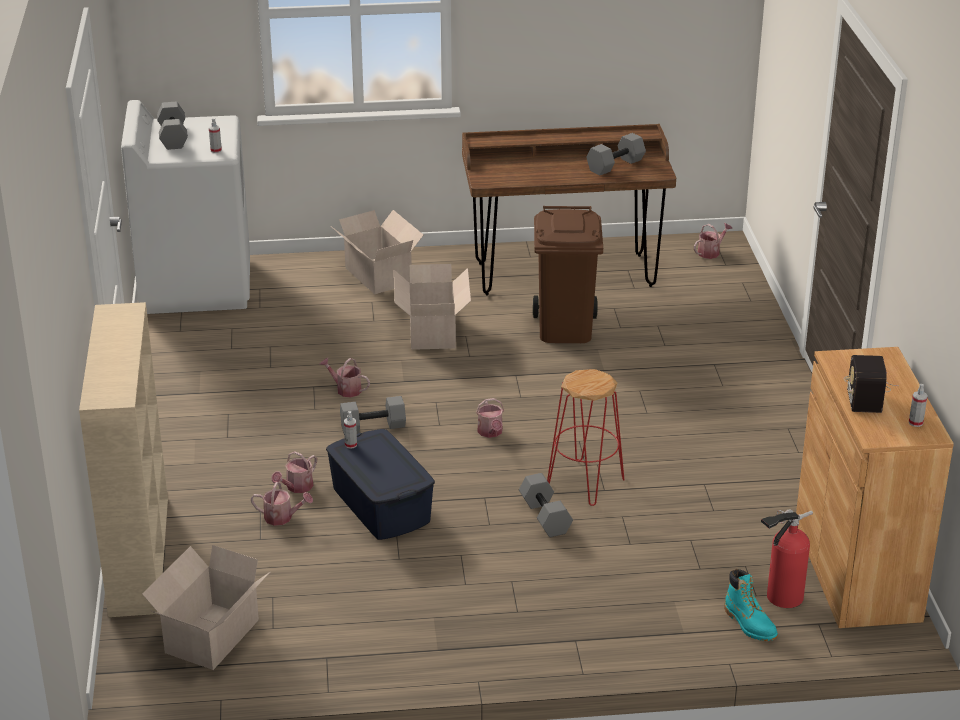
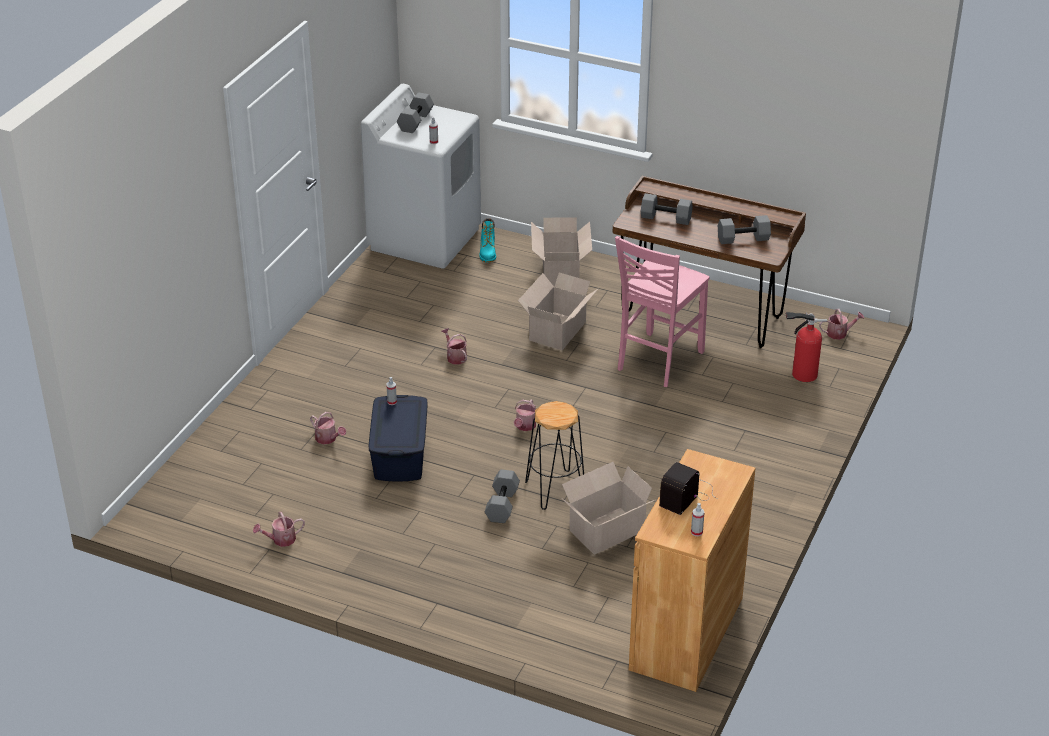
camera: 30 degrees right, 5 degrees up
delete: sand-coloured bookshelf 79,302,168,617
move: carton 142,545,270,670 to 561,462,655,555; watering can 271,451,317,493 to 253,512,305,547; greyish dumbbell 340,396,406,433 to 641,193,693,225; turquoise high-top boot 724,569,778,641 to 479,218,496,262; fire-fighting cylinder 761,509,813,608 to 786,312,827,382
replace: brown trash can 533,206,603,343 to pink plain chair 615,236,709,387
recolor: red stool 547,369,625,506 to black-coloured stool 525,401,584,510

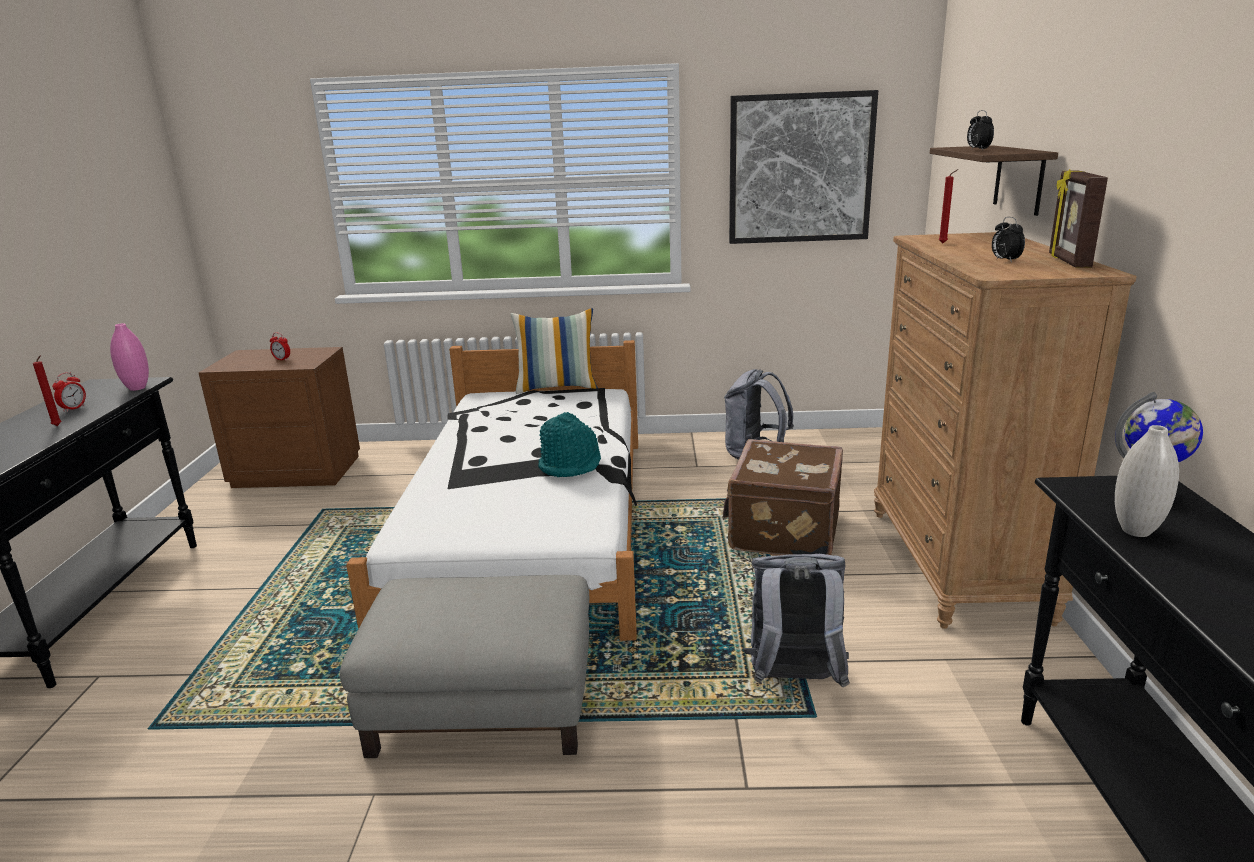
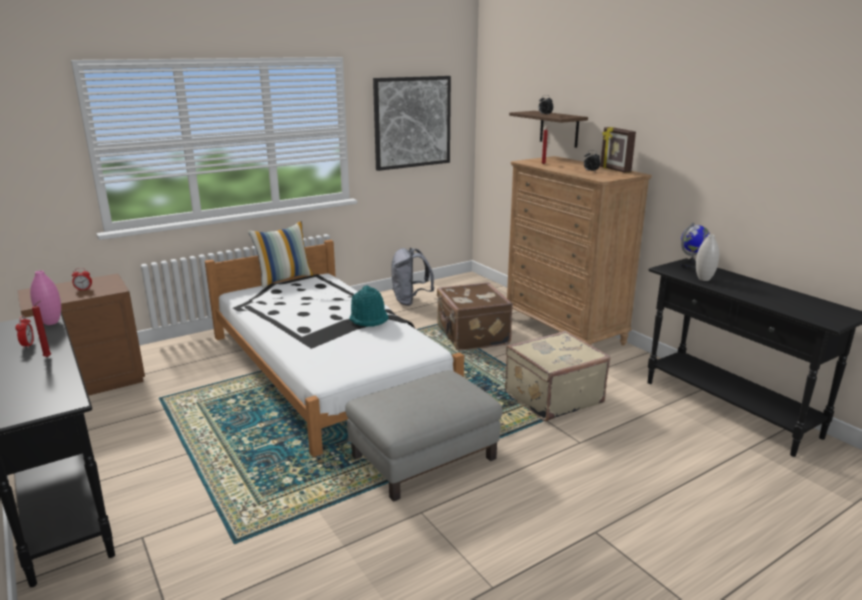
camera: 35 degrees left, 0 degrees up
replace: greyish backpack 743,554,850,687 to sand-coloured piece of luggage 505,331,611,421

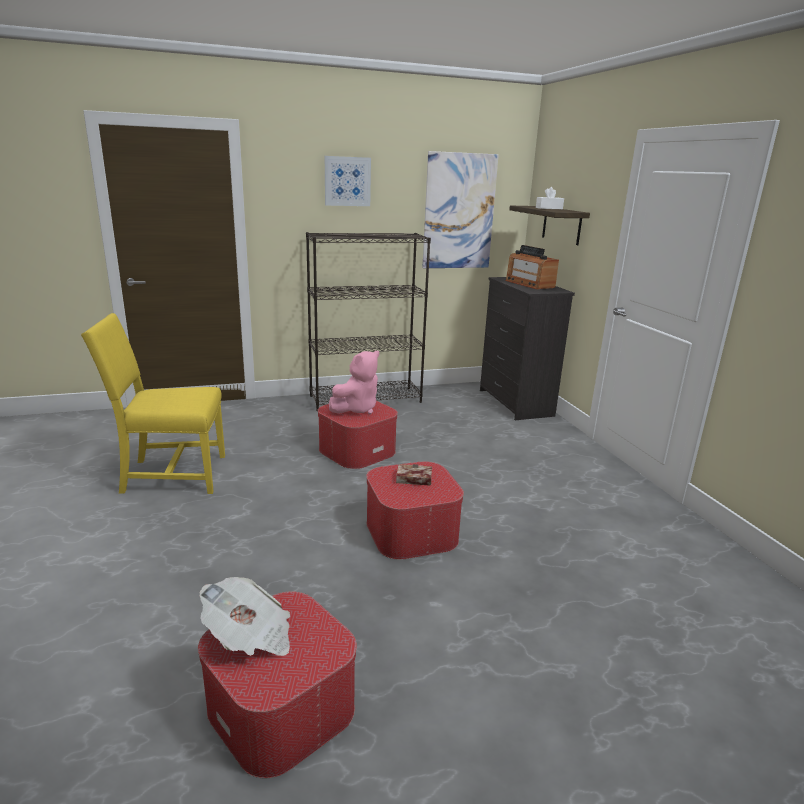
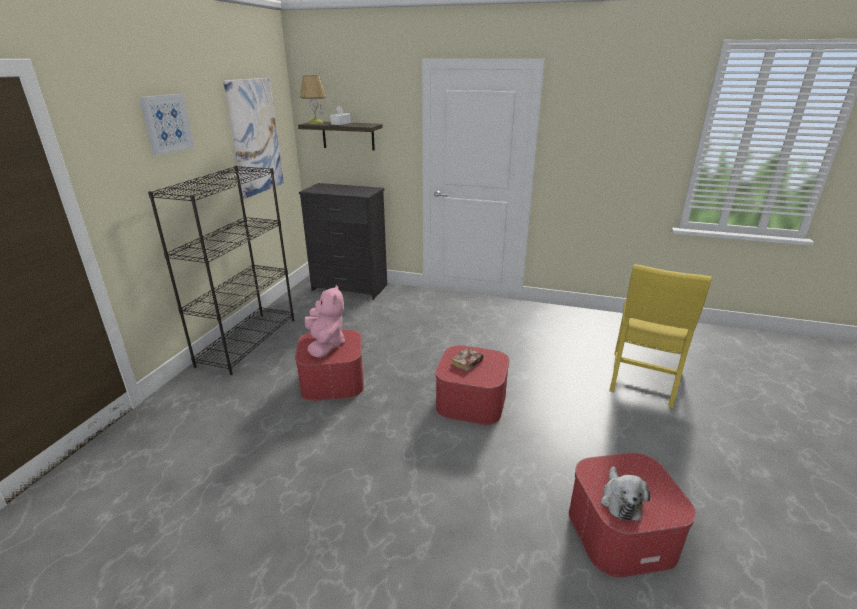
camera: 55 degrees left, 5 degrees up
delete: radio receiver 506,245,559,289
insert: table lamp 300,75,327,124
move: yellow-coloured plain chair 81,313,225,494 to 609,264,712,408
replace: daily paper 200,577,290,656 to cuddly toy 601,466,650,521

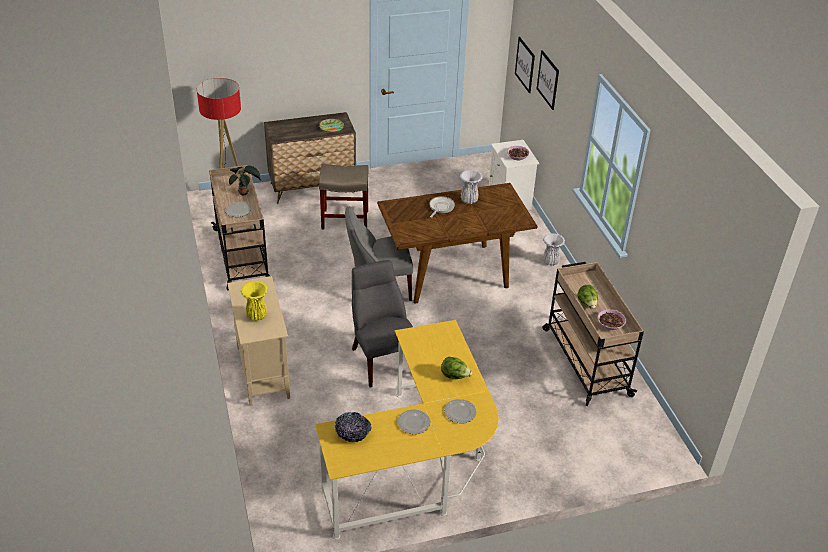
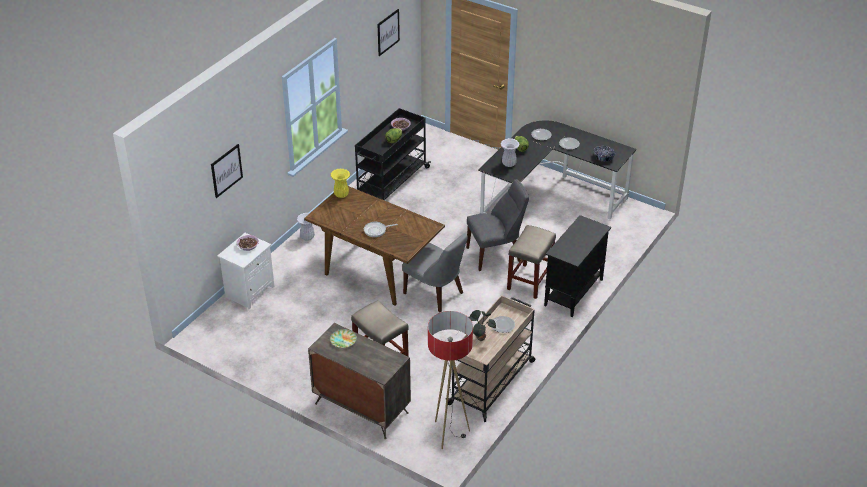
camera: 130 degrees left, 0 degrees up
insert: sand-coloured stool 507,225,556,299
move: yellow-coloured flower vase 241,281,268,321 to 330,168,350,198; white-coloured flower vase 460,170,483,204 to 501,138,520,167; picture 515,37,535,93 to 378,9,400,56
recolor: sand-coloured cupboard 227,276,290,406 to black-coloured cupboard 544,215,611,317; yellow-coloured desk unit 315,320,499,540 to black-coloured desk unit 478,120,637,220; sand-coloured cart 542,262,644,406 to black-coloured cart 355,108,431,200
rotate: greyish plain chair 352,260,413,387 = 466,179,529,271 135 degrees counterclockwise

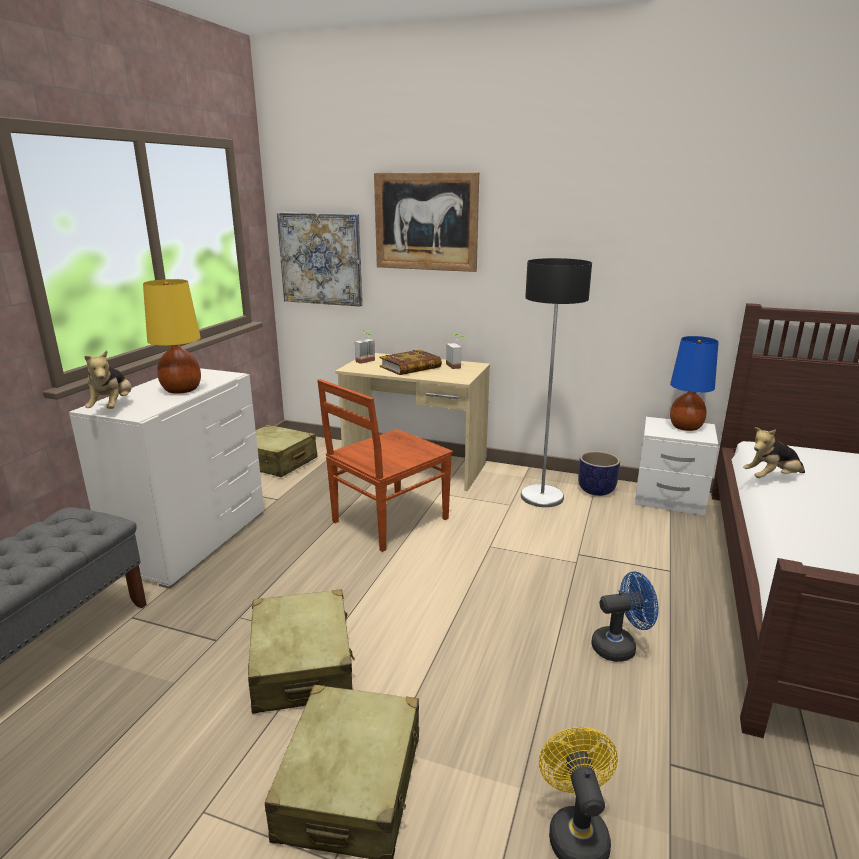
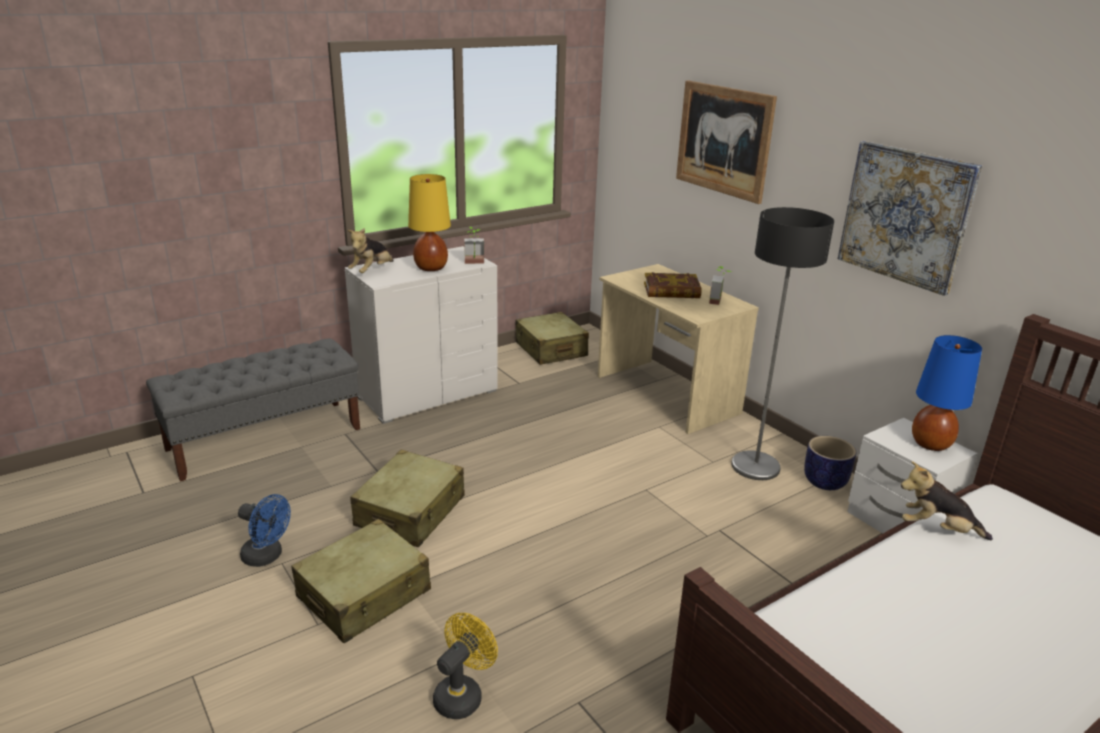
camera: 35 degrees right, 5 degrees up
delete: brown plain chair 317,379,453,552
move: picture 277,212,363,307 to 838,141,982,296; plant in a pot 355,329,375,364 to 464,227,484,264; blue fan 592,571,658,662 to 238,494,291,567

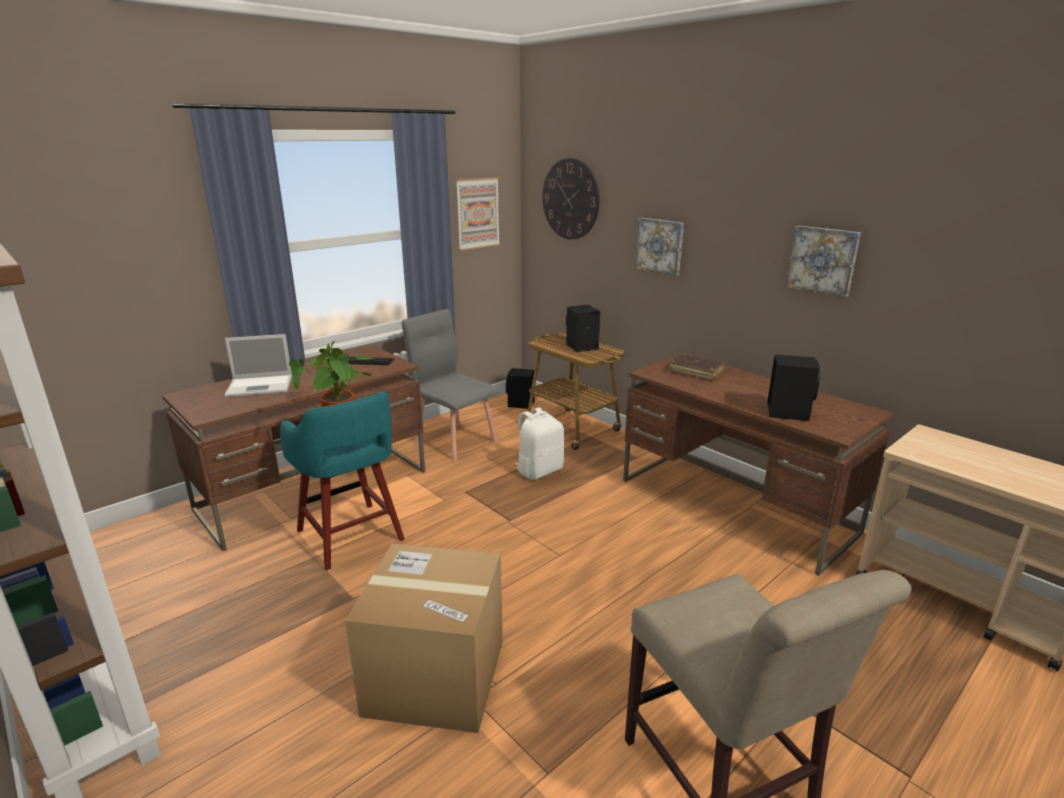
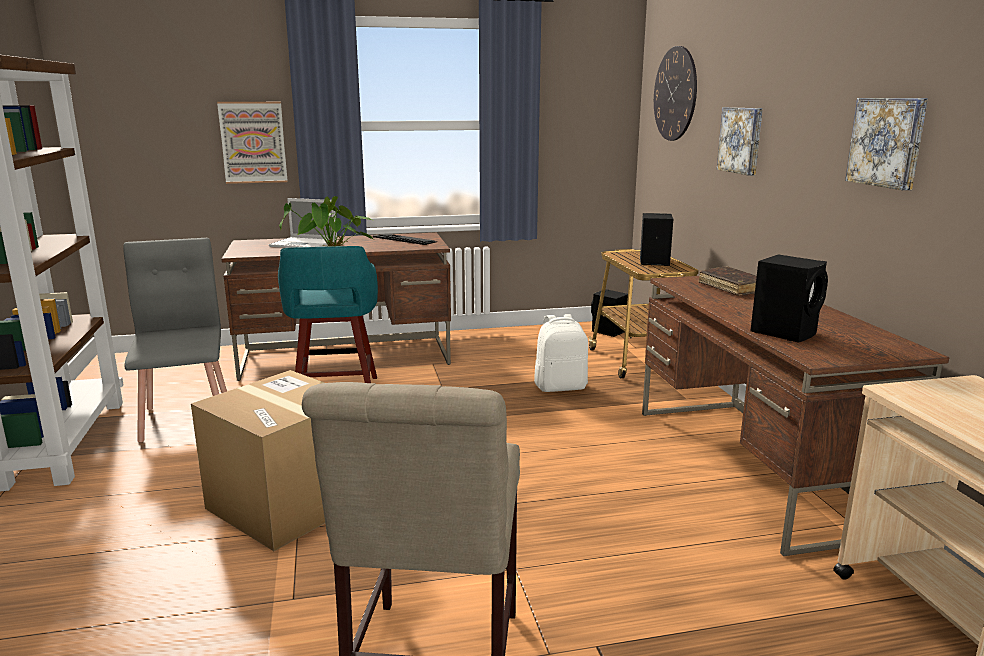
camera: 30 degrees right, 5 degrees down
move: greyish plain chair 402,309,499,461 to 123,238,227,442; picture 456,177,500,251 to 217,102,288,184

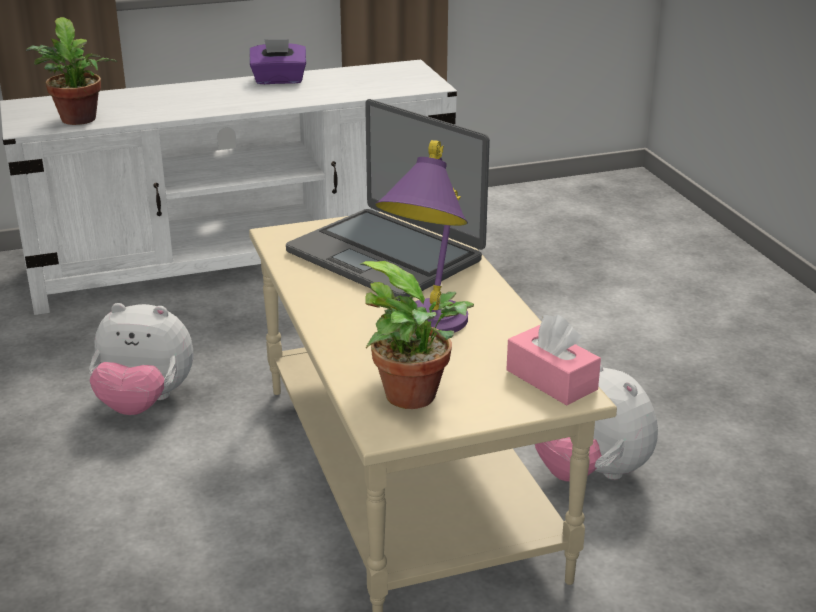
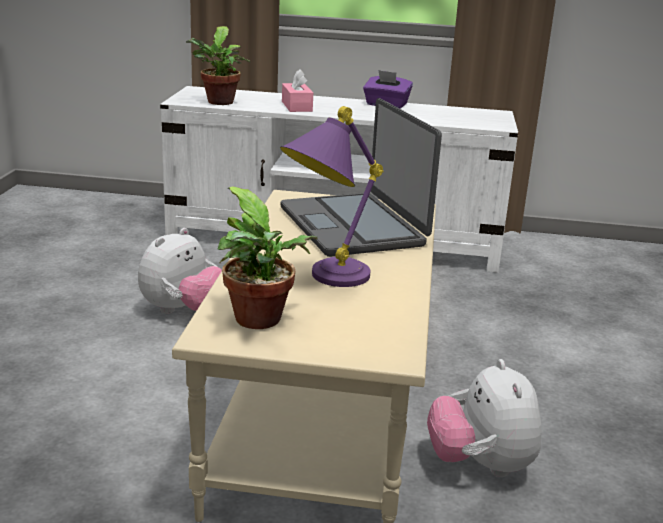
camera: 25 degrees right, 5 degrees down
move: pink tissue box 506,314,601,406 to 282,69,313,112
rotate: cuddly toy 89,303,194,415 = 138,228,222,314 90 degrees counterclockwise

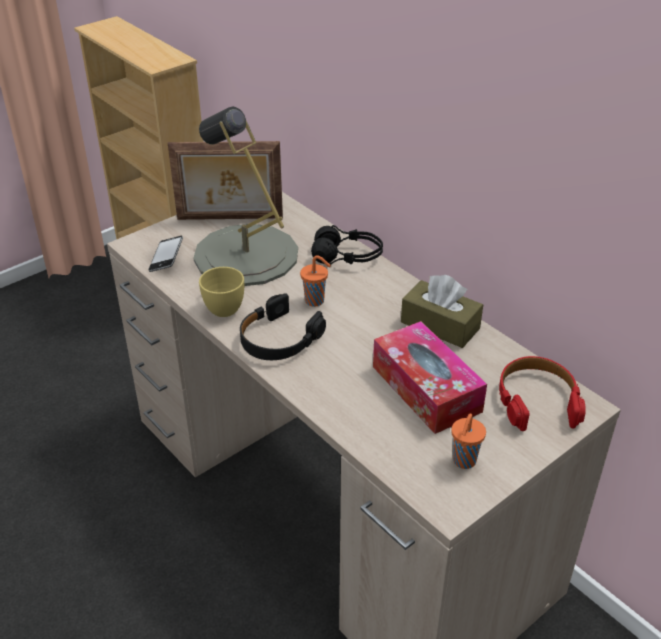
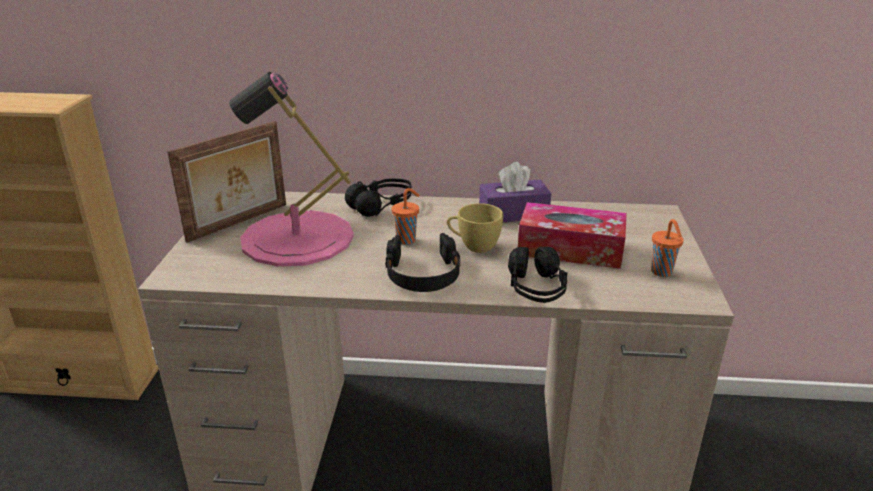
camera: 45 degrees left, 10 degrees down
delete: handset 148,236,183,272; red headphones 499,356,586,431
insert: black-coloured headphones 508,247,568,303
move: yellow-coloured cup 199,267,244,317 to 447,203,503,253
recolor: greyish table lamp 194,107,298,286 to pink table lamp 229,72,354,267; brown tissue box 401,275,483,348 to purplish tissue box 479,162,551,222

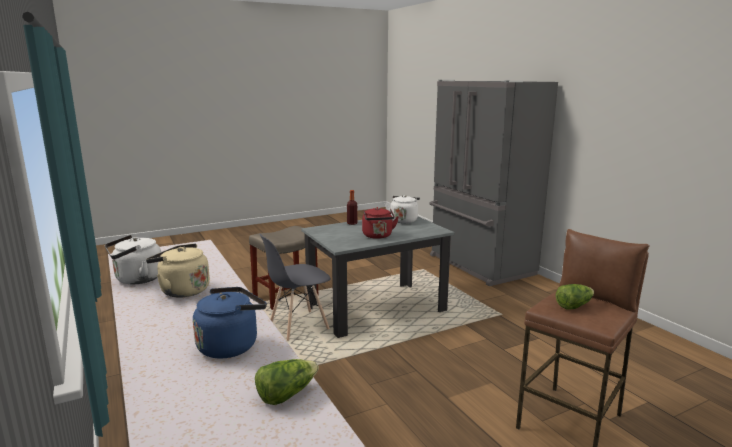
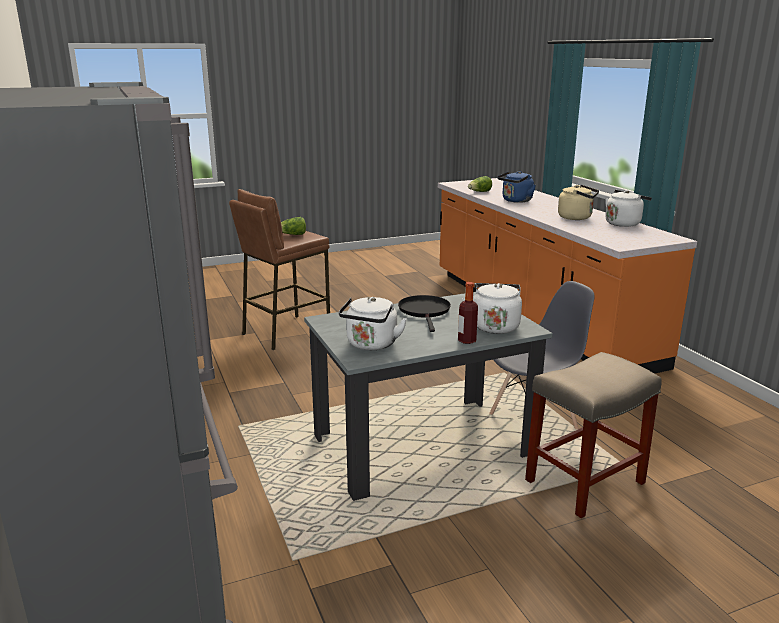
camera: 175 degrees left, 5 degrees up
insert: white-coloured tea kettle 462,283,522,334
replace: red tea kettle 362,207,399,239 to black-coloured skillet 398,295,451,332

